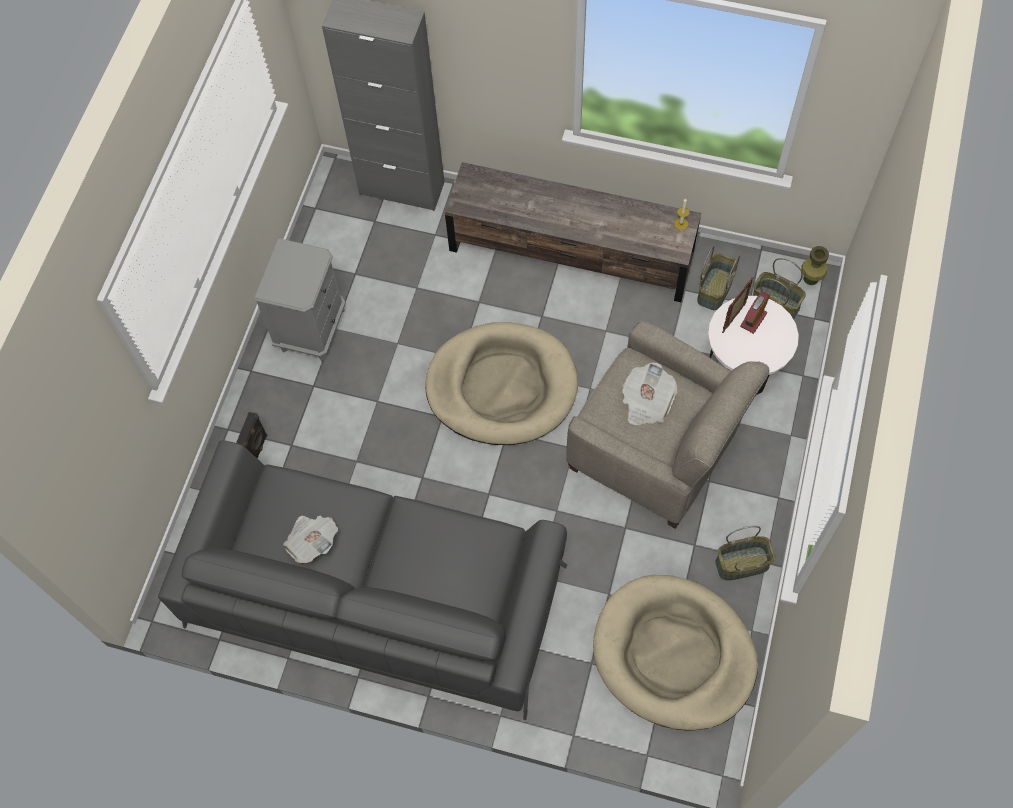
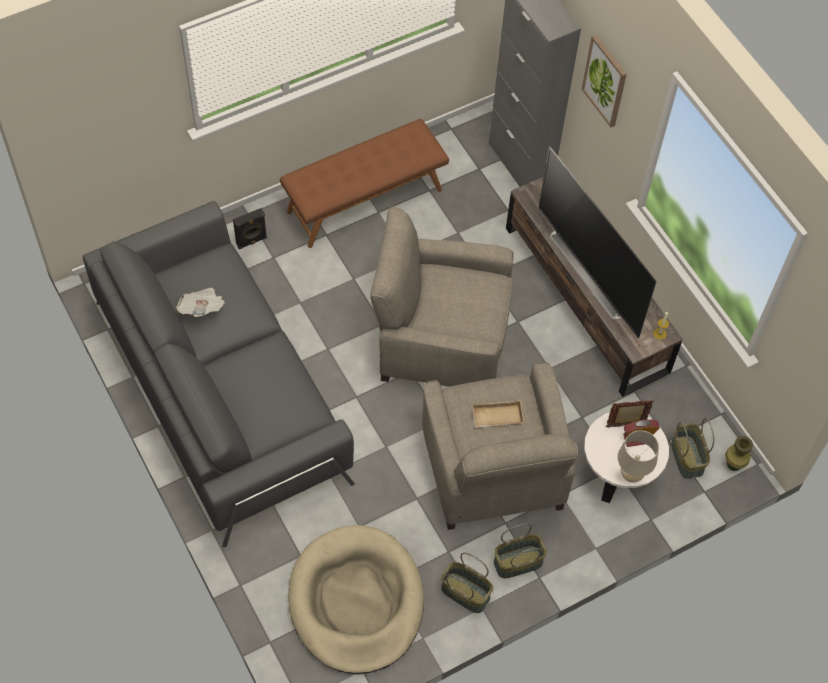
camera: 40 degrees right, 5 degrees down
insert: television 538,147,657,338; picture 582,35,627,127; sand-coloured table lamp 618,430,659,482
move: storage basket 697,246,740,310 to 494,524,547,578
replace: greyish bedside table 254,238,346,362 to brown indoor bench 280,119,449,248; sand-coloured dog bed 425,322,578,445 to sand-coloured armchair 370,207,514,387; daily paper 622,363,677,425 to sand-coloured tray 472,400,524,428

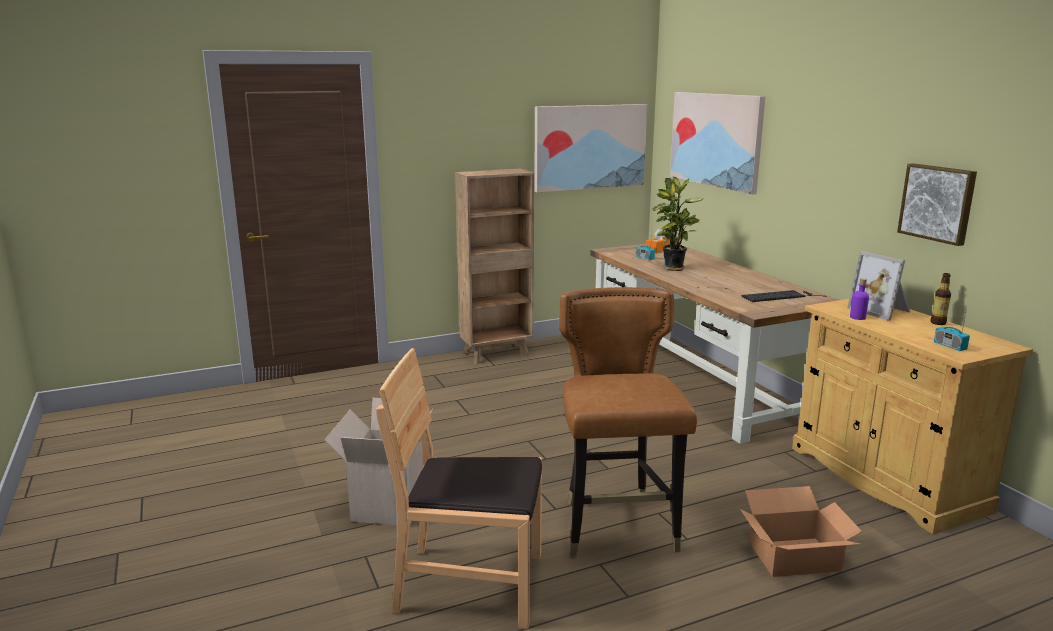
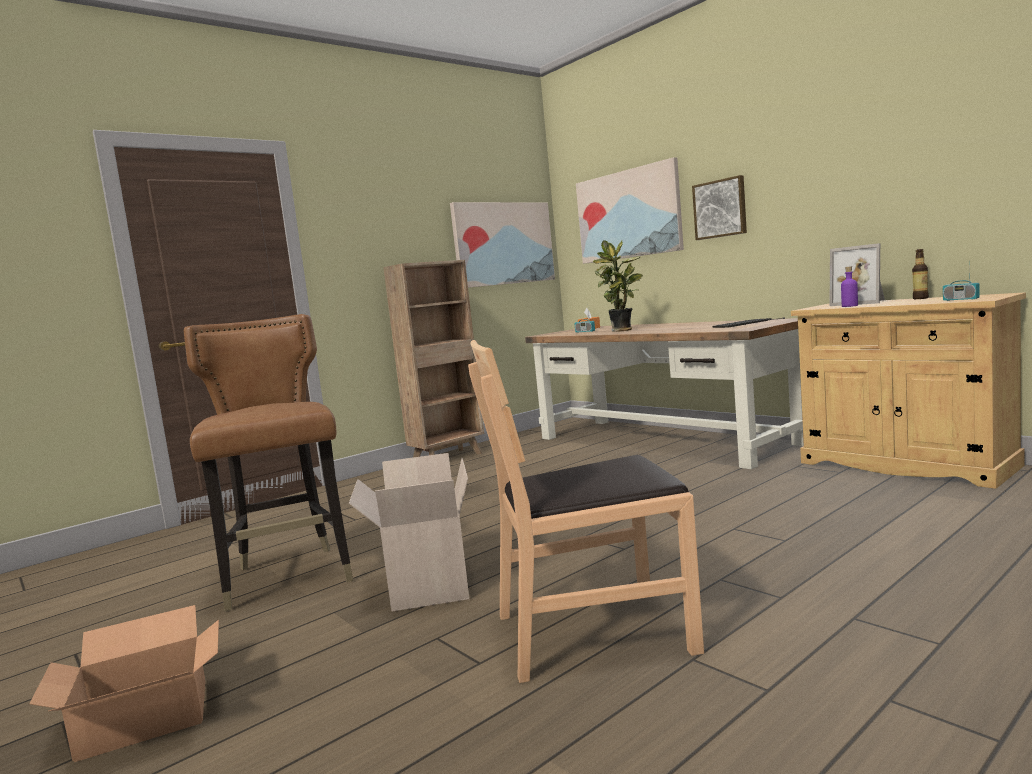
camera: 15 degrees left, 10 degrees down
move: brown plain chair 559,287,697,558 to 184,314,353,611; carton 740,486,862,577 to 29,605,219,762; picture 897,163,977,246 to 692,175,747,240

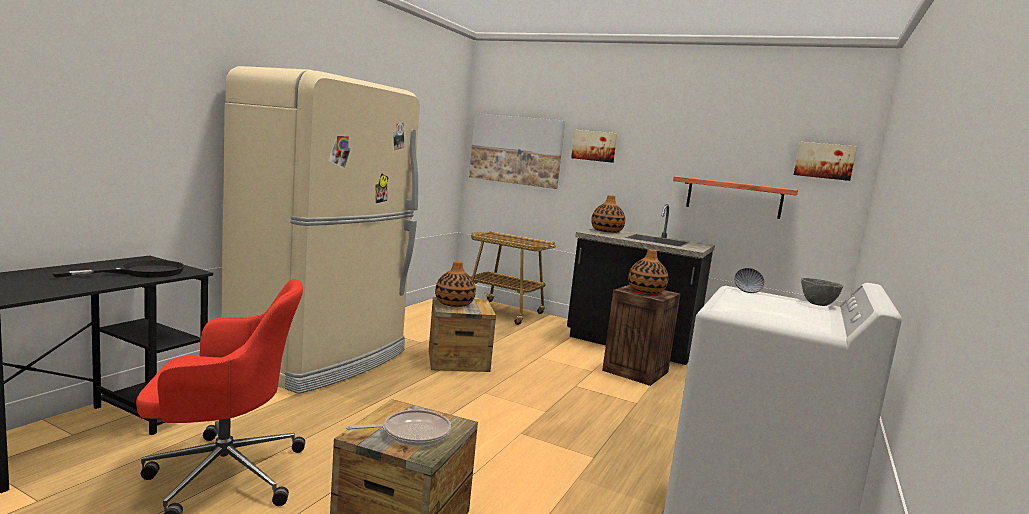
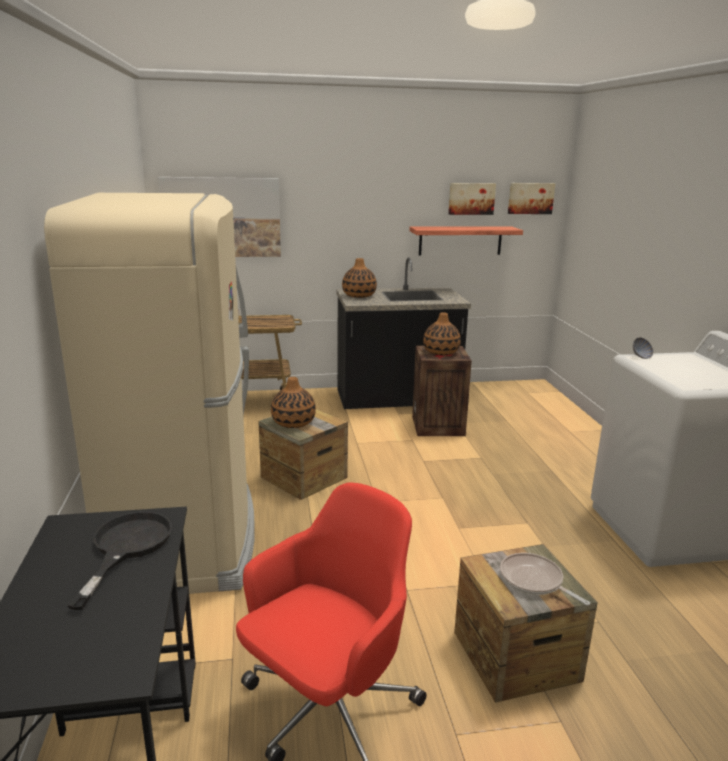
camera: 35 degrees left, 10 degrees up
delete: greyish serving bowl 801,278,843,306
move: picture 571,130,617,163 to 448,183,496,215
rotate: skillet 346,409,451,446 = 500,553,590,606 75 degrees counterclockwise

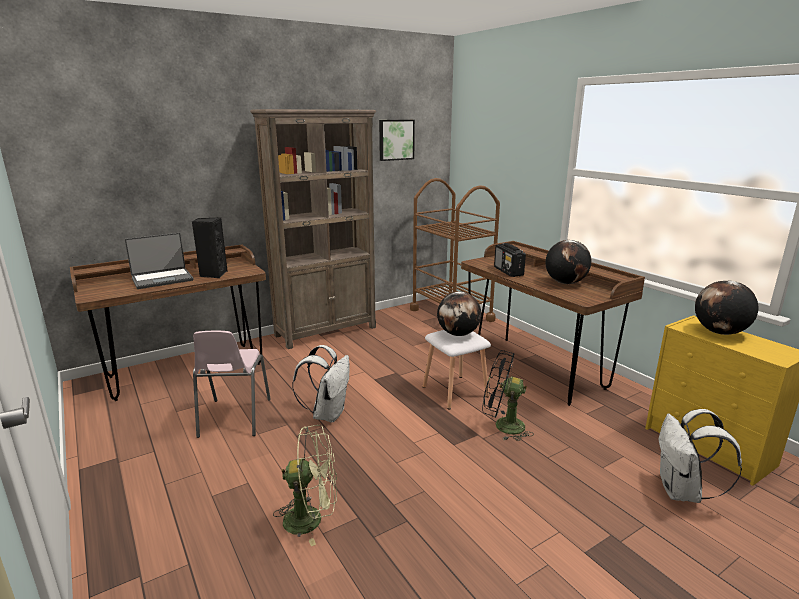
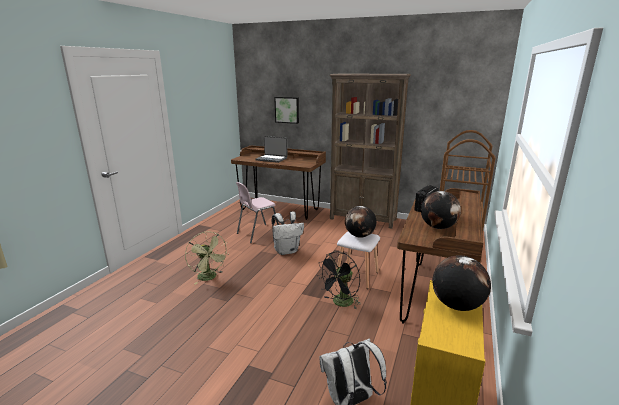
camera: 55 degrees right, 0 degrees up
delete: black-coloured audio speaker 192,217,228,278
move: picture 379,120,415,161 to 274,97,299,124
rotate: black-coloured fan 482,350,534,441 = 317,251,361,309 120 degrees counterclockwise

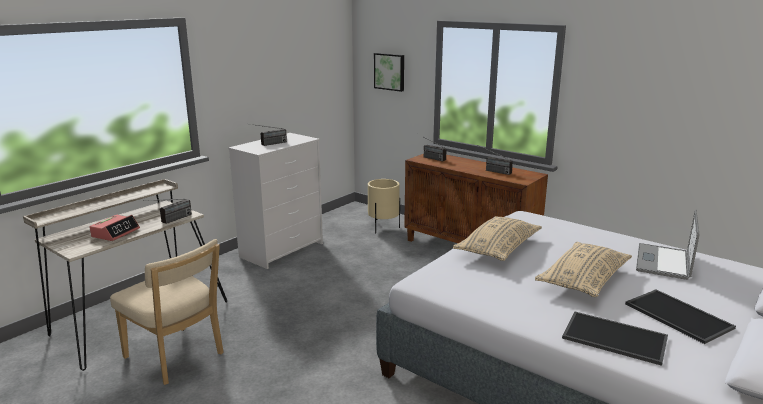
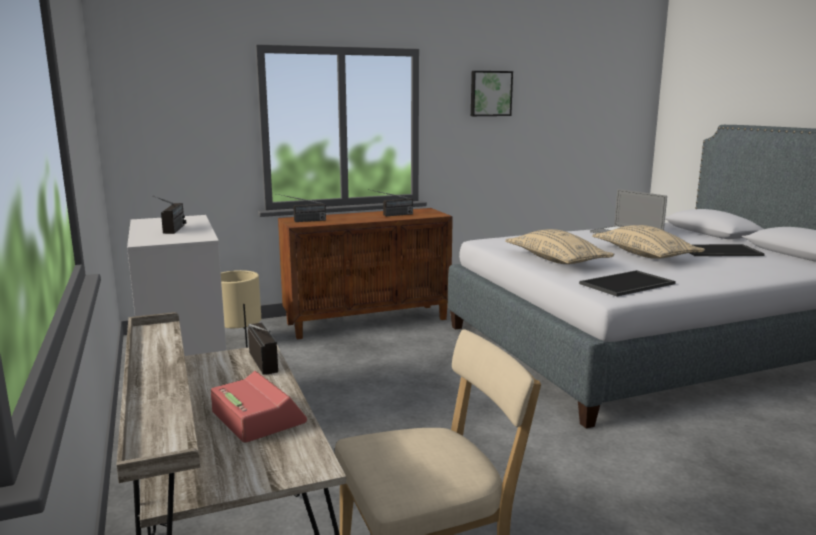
camera: 60 degrees left, 5 degrees down
move: picture 374,53,404,92 to 471,71,513,116; tray 562,311,668,366 to 579,270,676,296

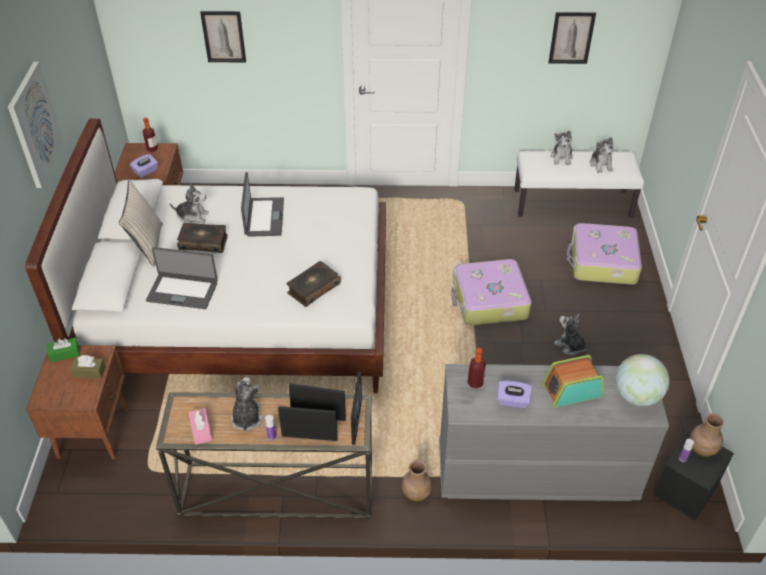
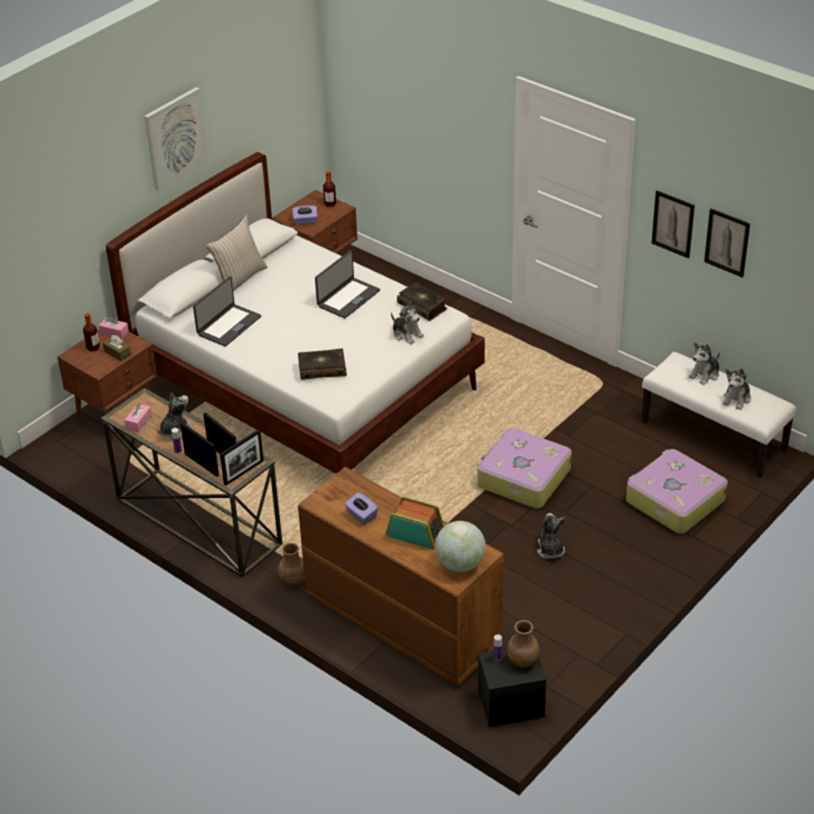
camera: 40 degrees right, 5 degrees down
move: cuddly toy 170,184,209,223 to 391,301,424,345; bound book 177,223,228,253 to 397,282,447,321; picture 200,11,246,62 to 652,191,695,258; bottle 468,348,486,389 to 83,313,100,352
recolor: green-coloured tissue box 47,337,80,362 to pink tissue box 99,316,129,339; greyish chest of drawers 439,364,669,501 to brown chest of drawers 298,467,504,685
rotate: notebook computer 146,247,218,309 = 193,276,261,347 105 degrees counterclockwise

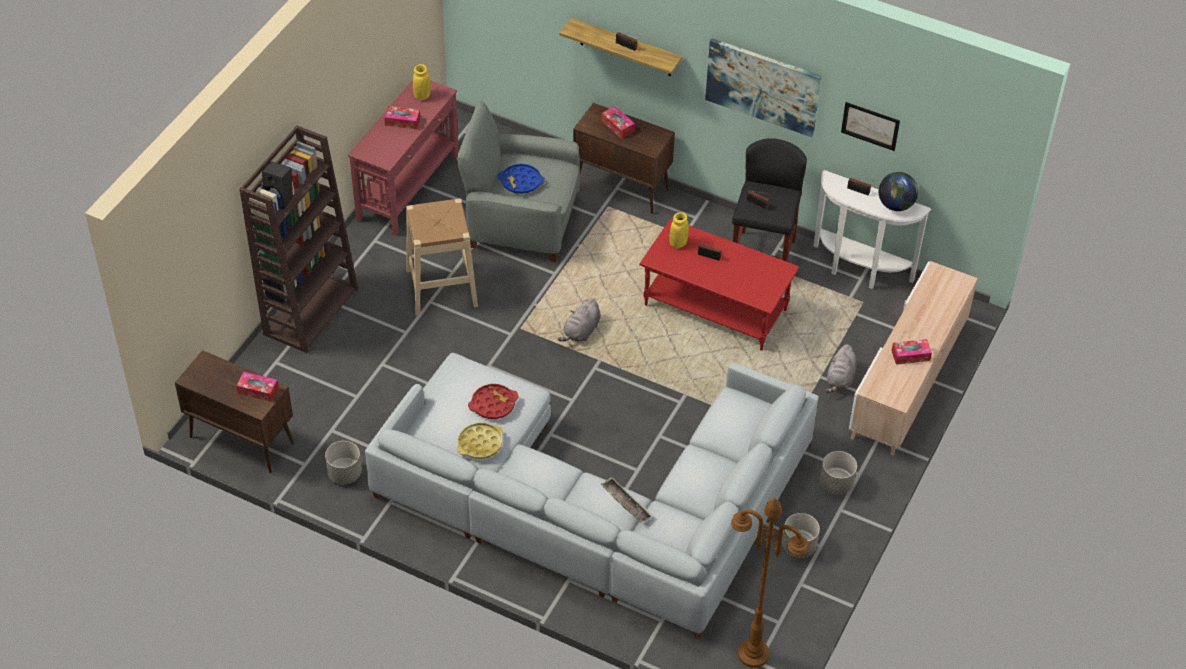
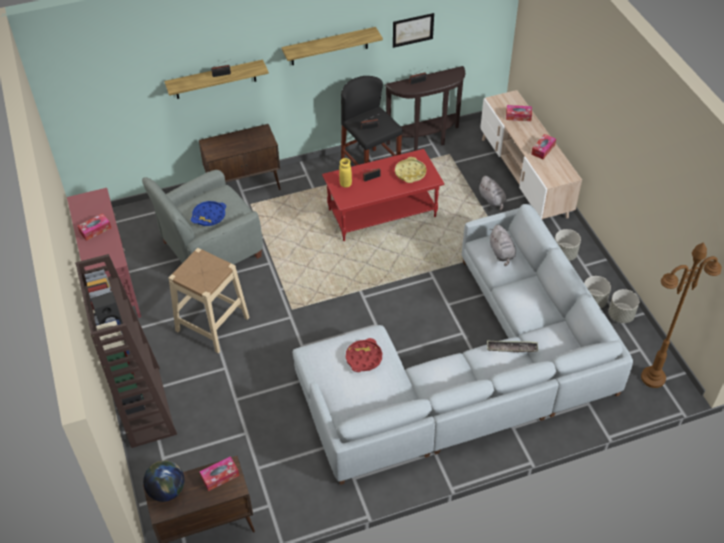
camera: 45 degrees left, 0 degrees up
delete: yellow-coloured flower vase 413,64,431,100
move: greyish plant pot 325,441,362,484 to 608,289,639,323; yellow-coloured tray 457,422,503,459 to 395,157,426,183; greyish cuddly toy 558,299,601,341 to 489,224,516,266; tissue box 602,106,635,139 to 506,105,532,121; world globe 879,172,918,211 to 143,460,185,502
replace: picture 705,38,821,137 to shelf 282,27,383,65
recolor: white-coloured narrow table 813,170,931,289 to brown narrow table 385,66,465,151

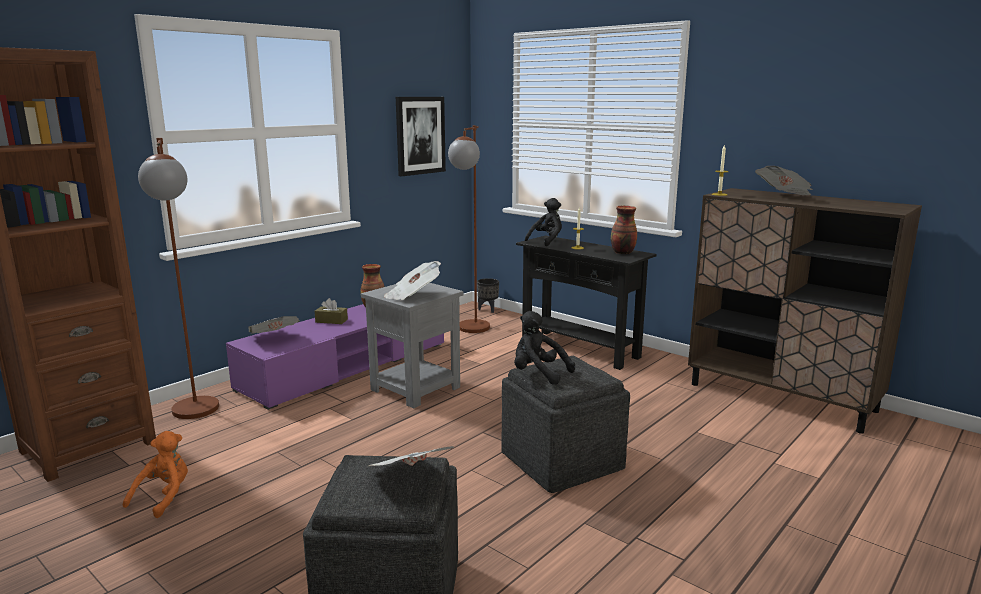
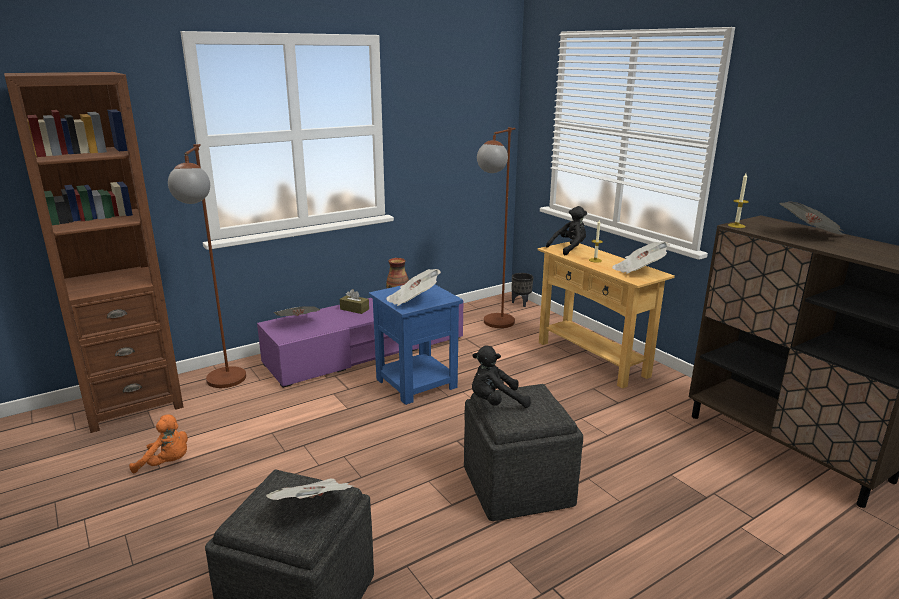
camera: 15 degrees right, 5 degrees up
delete: picture 396,97,446,177
replace: flower vase 611,206,637,254 to daily paper 612,242,670,274
recolor: greyish end table 361,283,464,408 to blue end table 369,285,463,405; black-coloured narrow table 516,235,657,370 to sand-coloured narrow table 537,242,675,389
rotate: orange-coloured cuddly toy 123,431,188,518 = 129,414,188,473 60 degrees clockwise; black-coloured cuddly toy 514,311,575,385 = 472,346,531,408 60 degrees counterclockwise

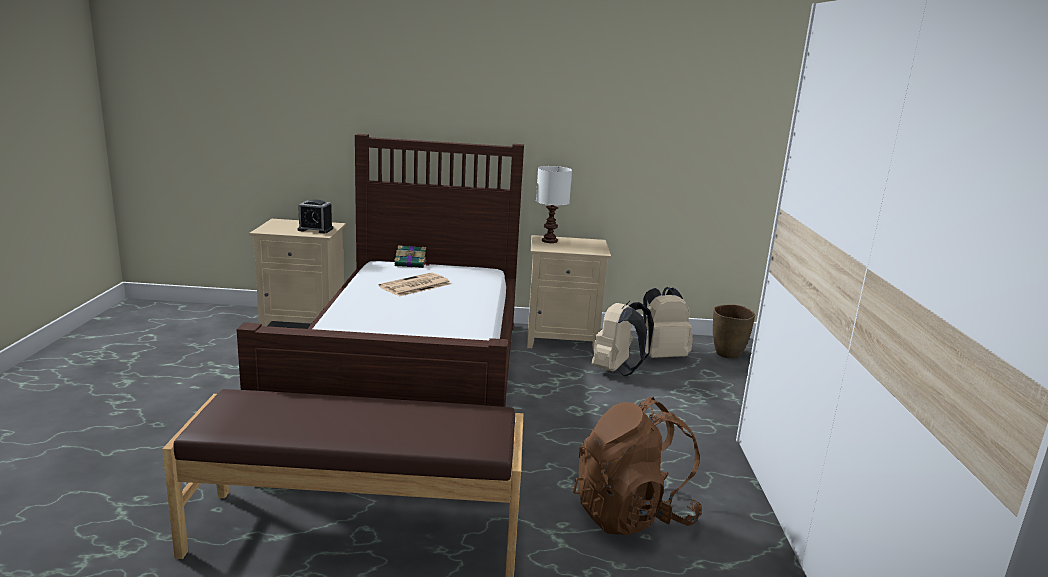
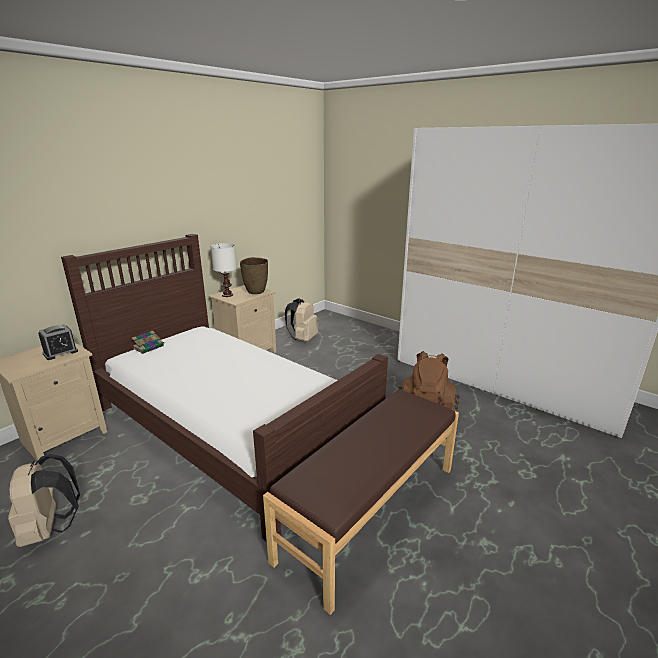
camera: 50 degrees left, 5 degrees up
delete: daily paper 379,273,451,297
move: sand-coloured backpack 591,301,654,376 to 8,454,80,547; brown flower vase 713,304,755,359 to 240,257,268,294

